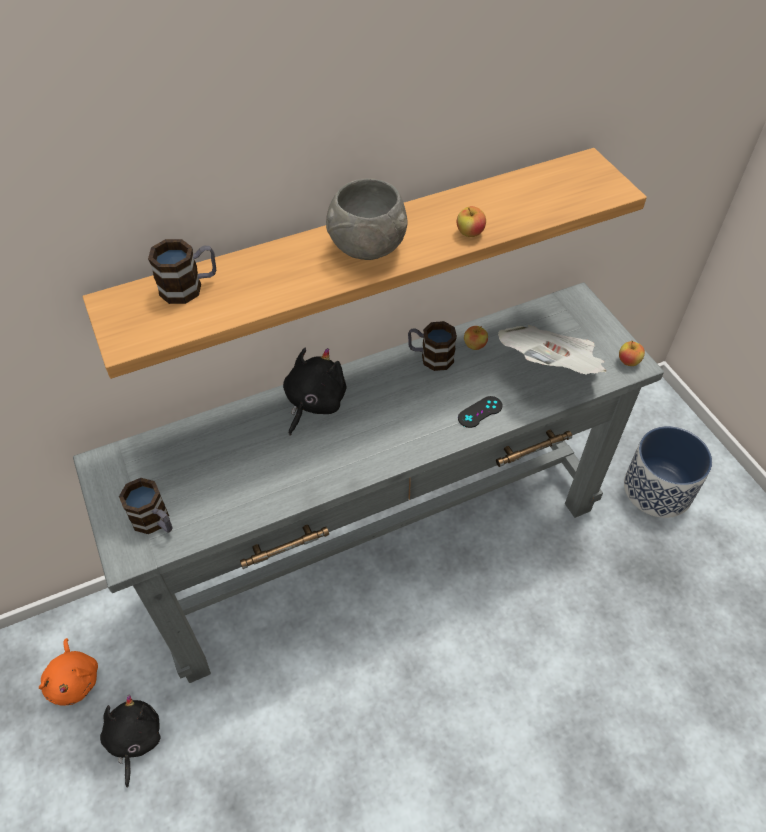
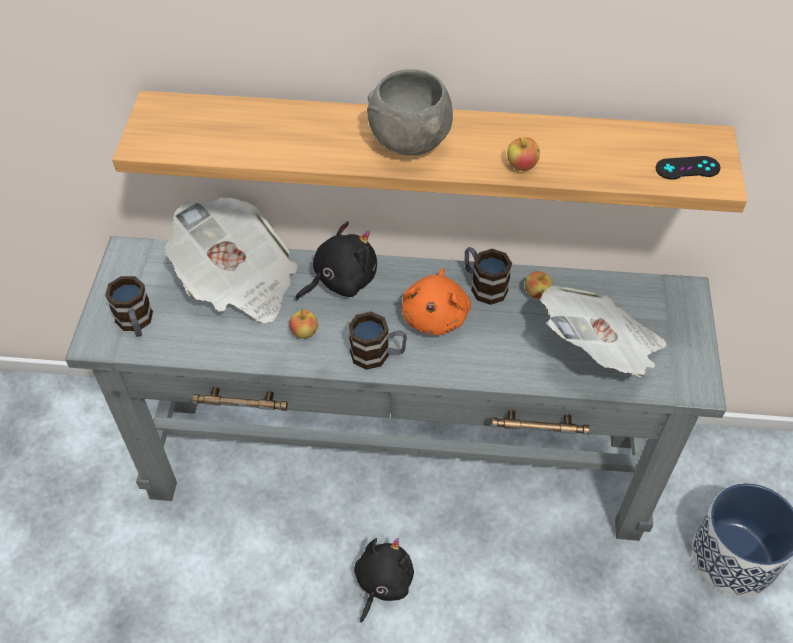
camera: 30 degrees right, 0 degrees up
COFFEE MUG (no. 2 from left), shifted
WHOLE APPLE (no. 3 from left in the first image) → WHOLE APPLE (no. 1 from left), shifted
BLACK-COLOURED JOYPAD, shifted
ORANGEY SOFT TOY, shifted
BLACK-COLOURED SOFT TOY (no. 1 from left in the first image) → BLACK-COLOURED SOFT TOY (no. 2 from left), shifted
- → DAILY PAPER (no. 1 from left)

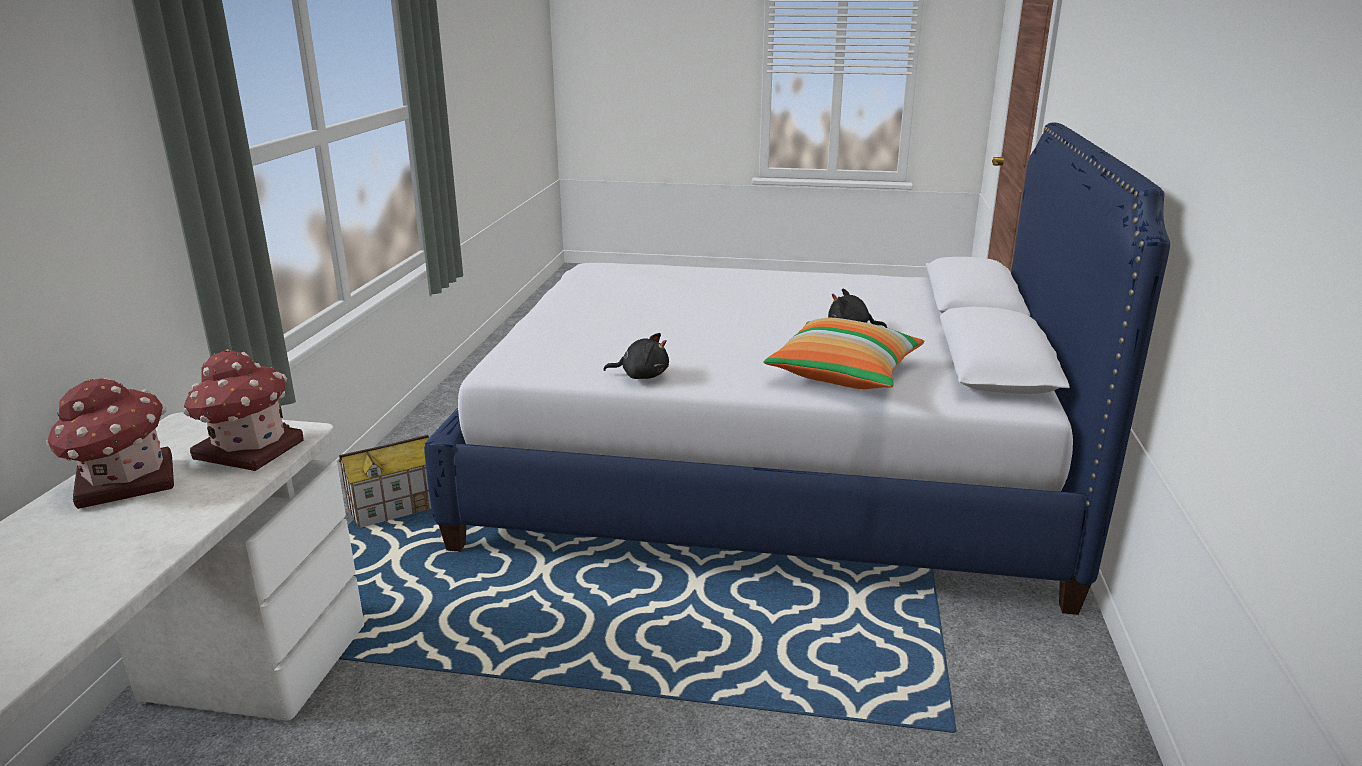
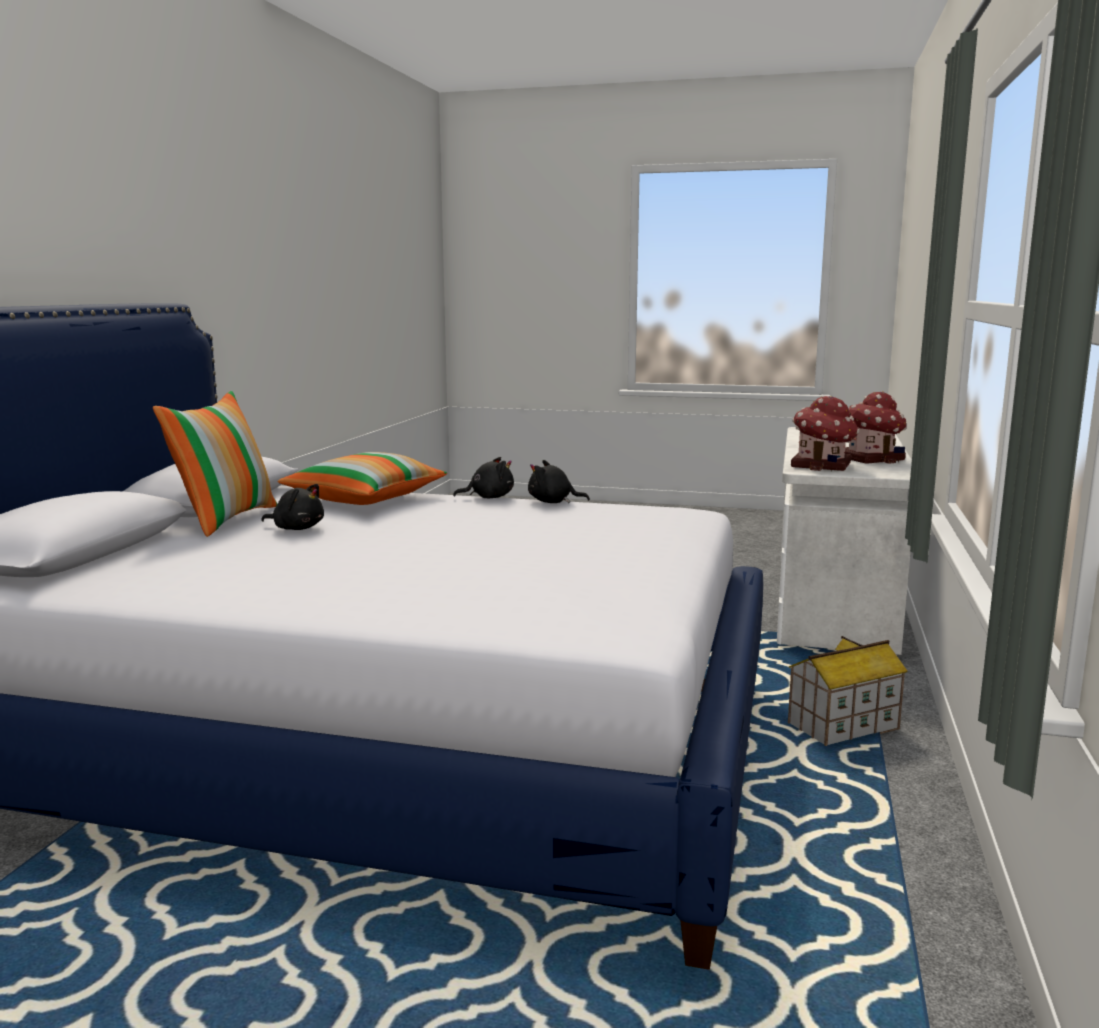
camera: 175 degrees left, 10 degrees down
- → PILLOW (no. 1 from left)
- → BLACK-COLOURED SOFT TOY (no. 2 from left)

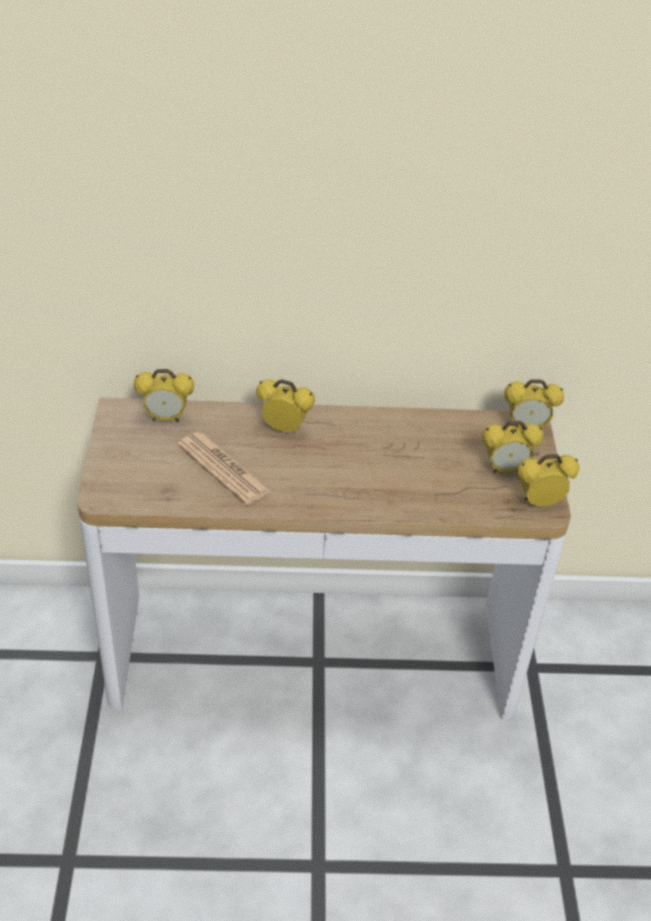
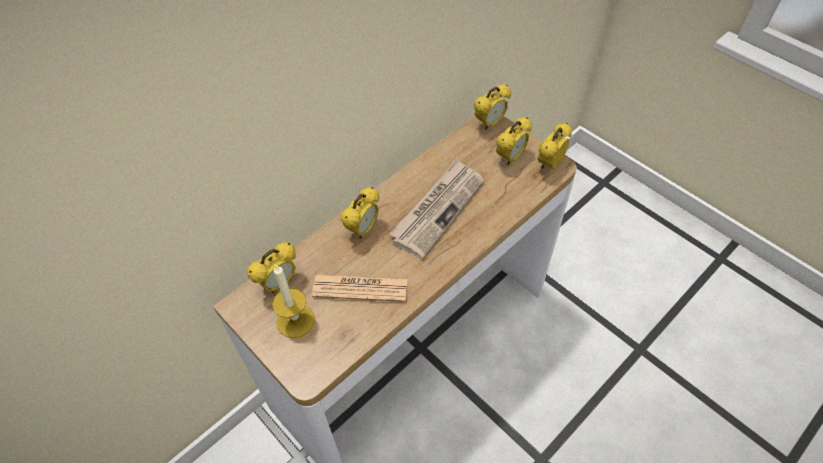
camera: 40 degrees left, 10 degrees up
BEDSIDE CLOCK (no. 2 from left), 150 degrees clockwise
- → DAILY PAPER (no. 2 from left)
- → WAX CANDLE

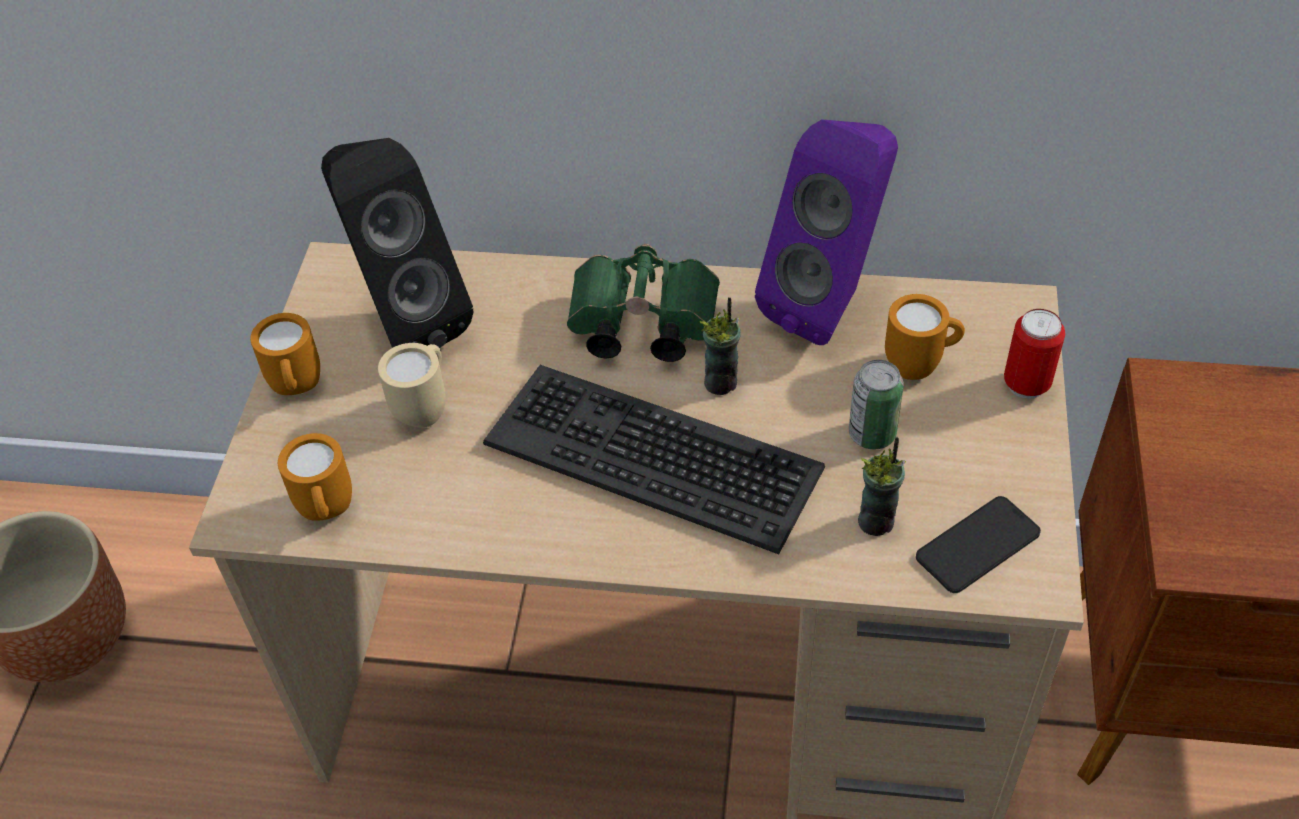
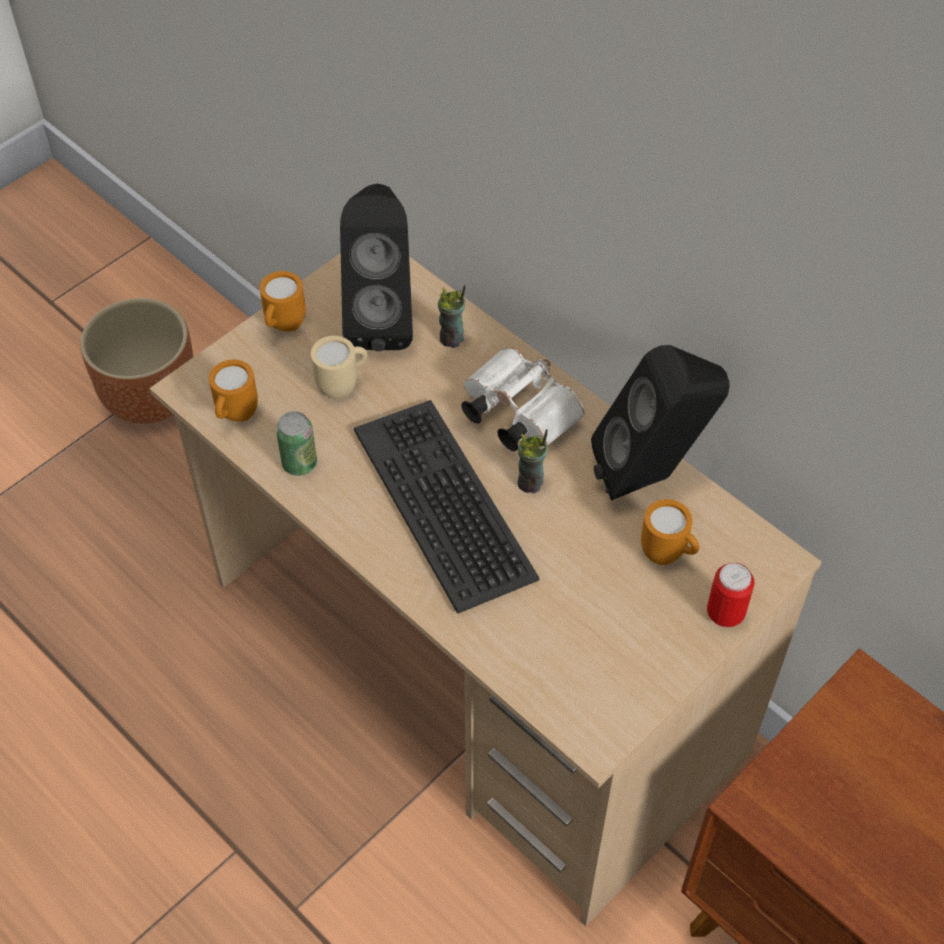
camera: 35 degrees right, 5 degrees up
PURPLISH SPEAKER → BLACK-COLOURED SPEAKER (no. 2 from left)
GREEN BINOCULARS → WHITISH BINOCULARS
CAN (no. 1 from left), shifted
DRINKING CUP (no. 2 from left in the first image) → DRINKING CUP (no. 1 from left), shifted
HANDSET → -

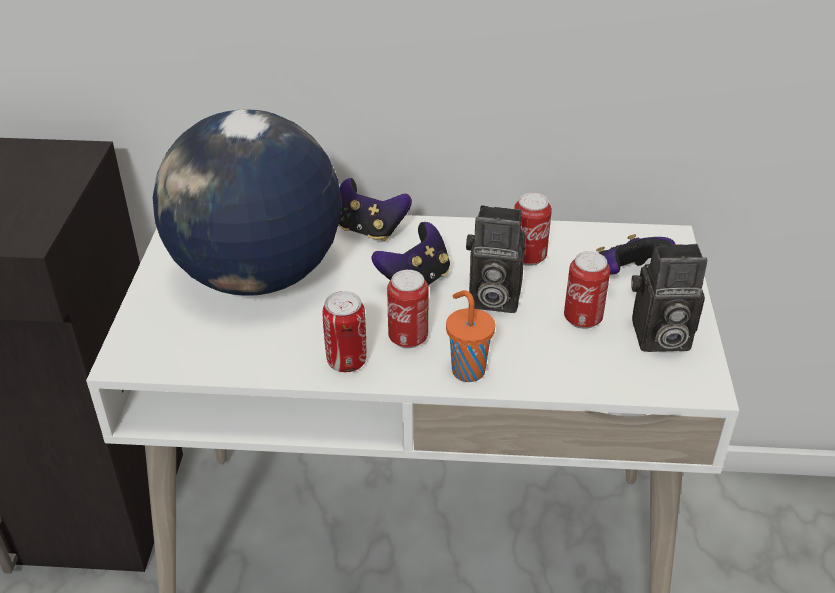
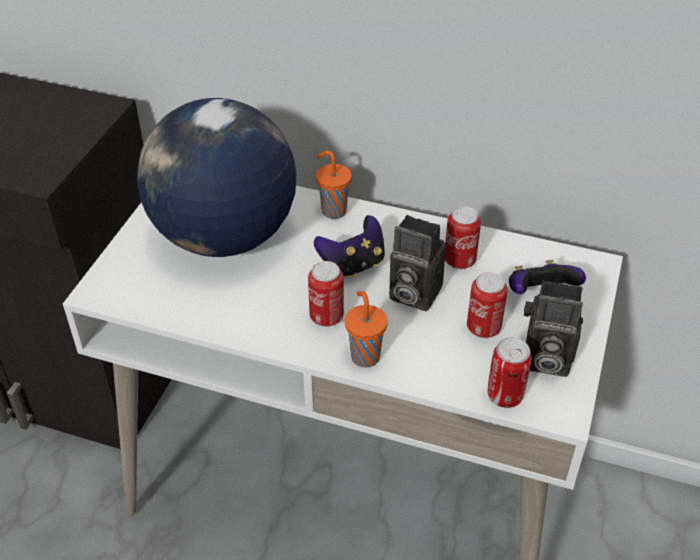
camera: 15 degrees right, 5 degrees up
JOYPAD (no. 1 from left) → ORANGEY DRINKING CUP (no. 1 from left)
CAN (no. 1 from left in the first image) → CAN (no. 4 from left), shifted

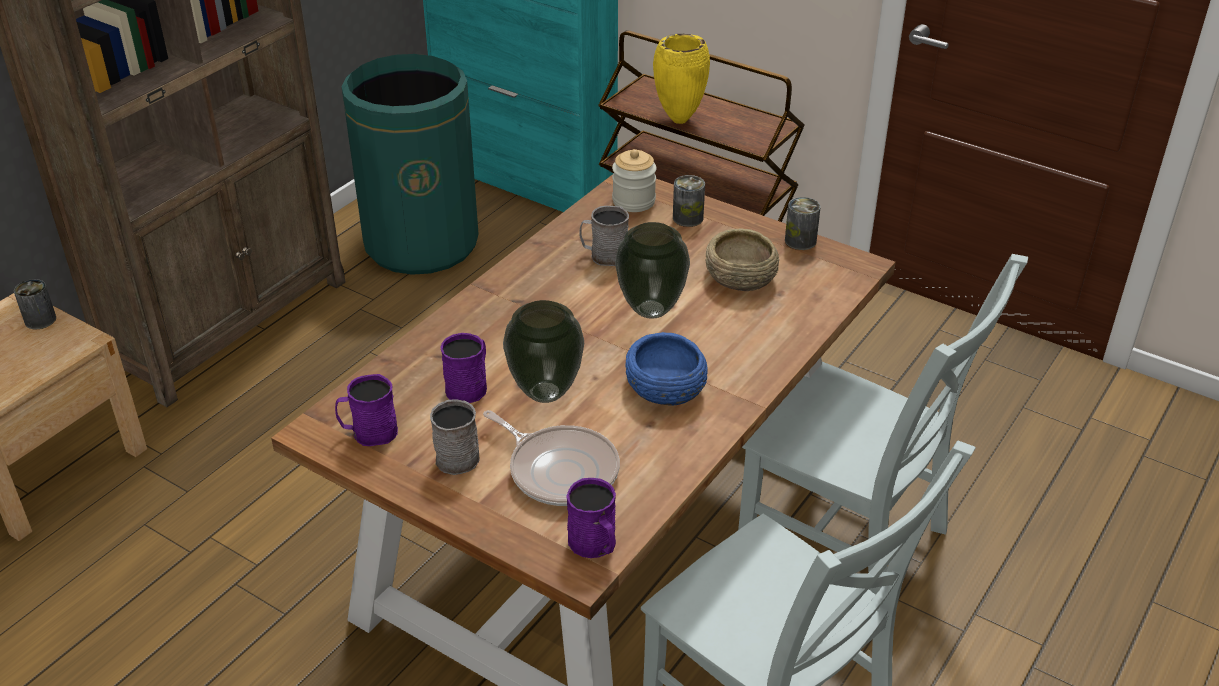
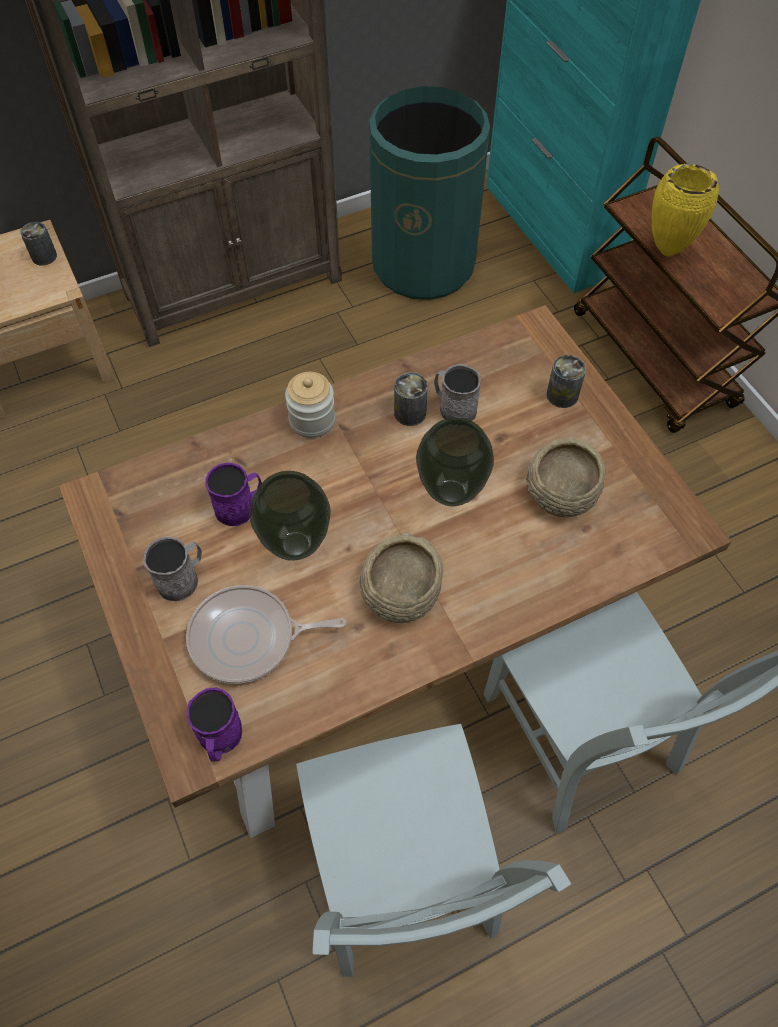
camera: 30 degrees right, 20 degrees up
PRESERVE JAR, shifted
CAN (no. 3 from left in the first image) → CAN (no. 2 from left), shifted
BLUISH DEEP DISH → BEIGE-COLOURED DEEP DISH (no. 1 from left)
PURPLISH COFFEE MUG (no. 1 from left) → -
FRYING PAN, 105 degrees clockwise

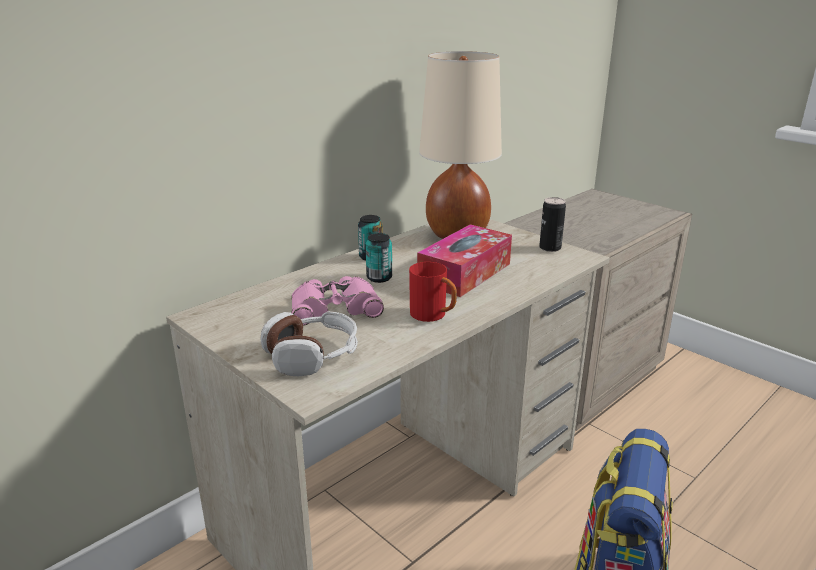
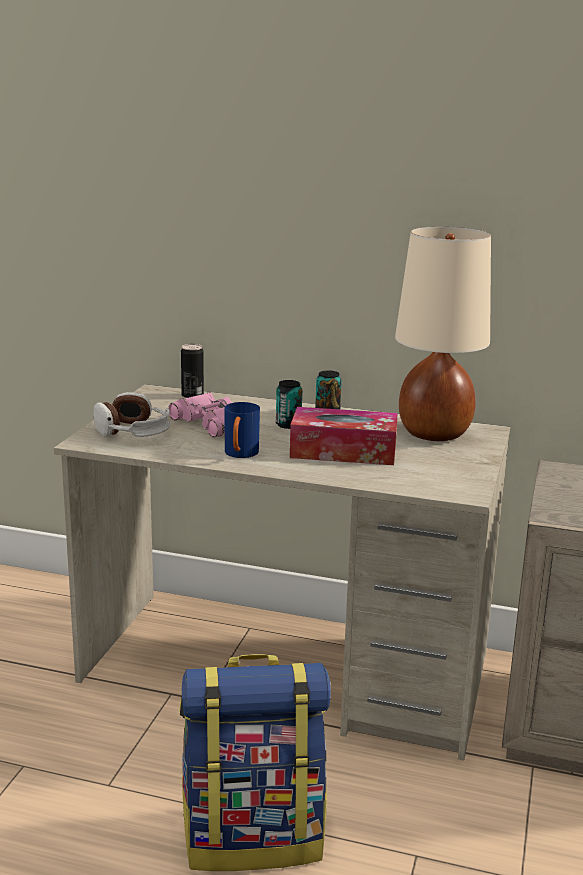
camera: 60 degrees right, 5 degrees down
CAN (no. 3 from left in the first image) → CAN (no. 1 from left), shifted
REDDISH COFFEE MUG → BLUISH COFFEE MUG

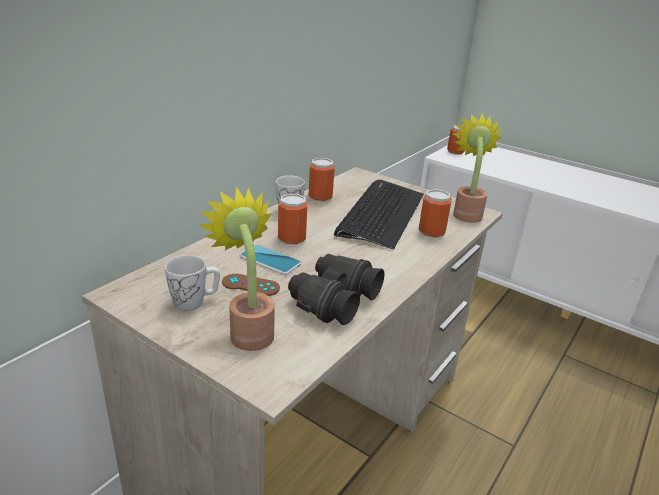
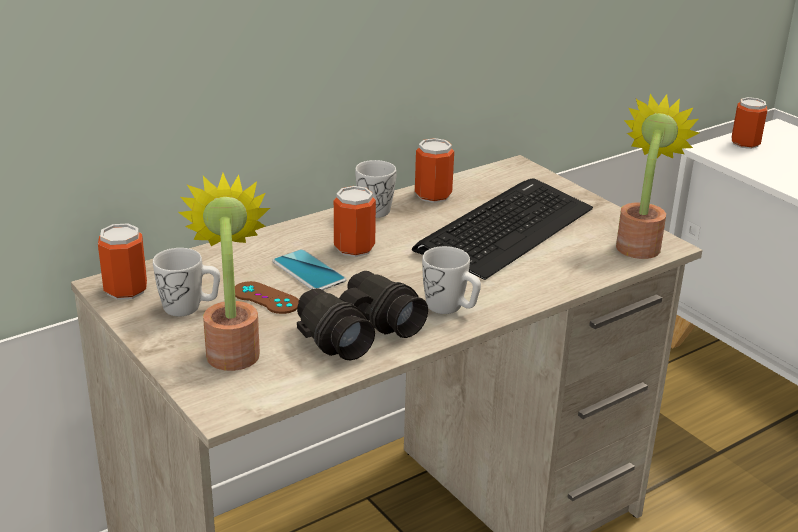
camera: 20 degrees right, 0 degrees up
CAN (no. 3 from left in the first image) → CAN (no. 1 from left), shifted
- → WHITISH COFFEE MUG (no. 3 from left)

